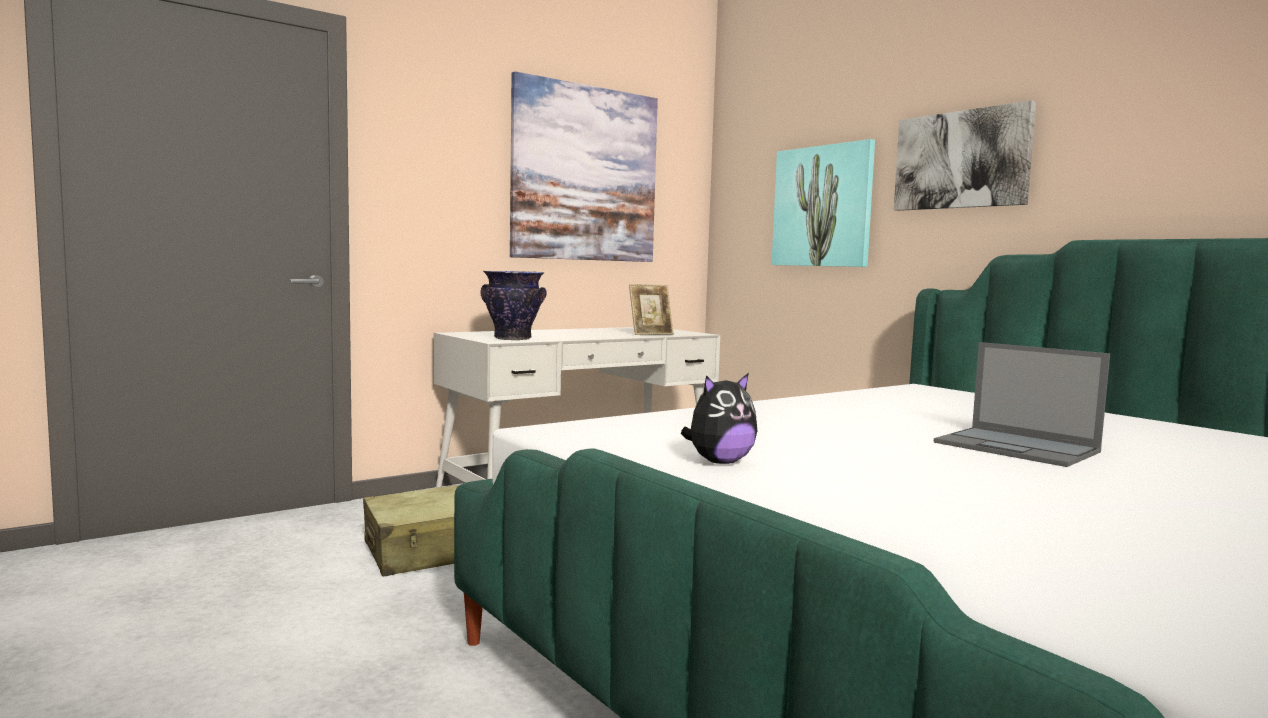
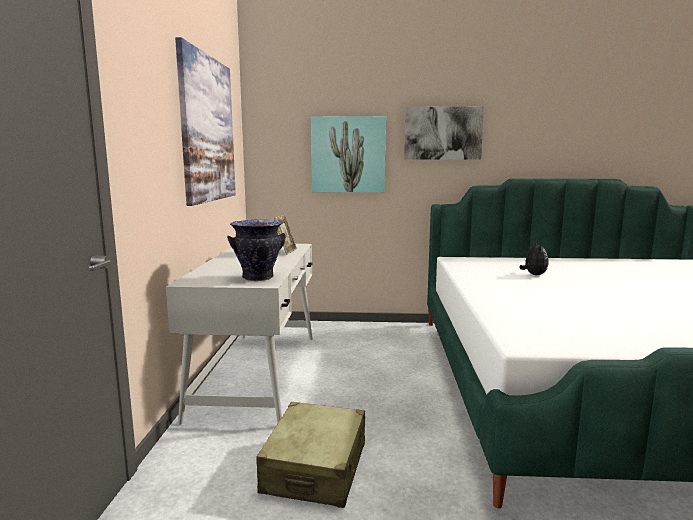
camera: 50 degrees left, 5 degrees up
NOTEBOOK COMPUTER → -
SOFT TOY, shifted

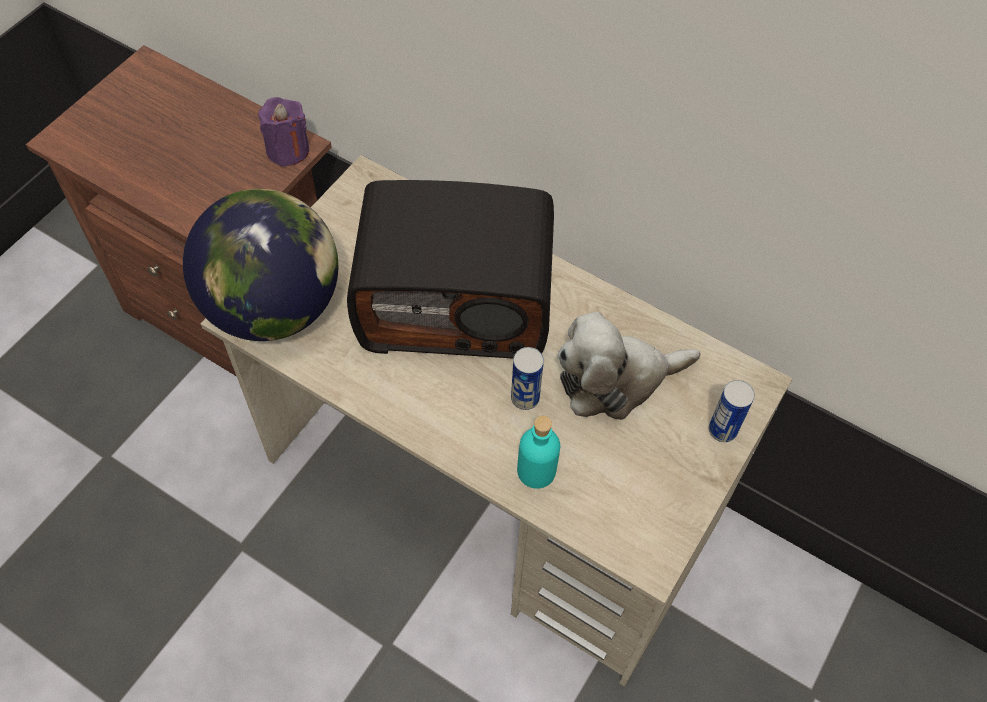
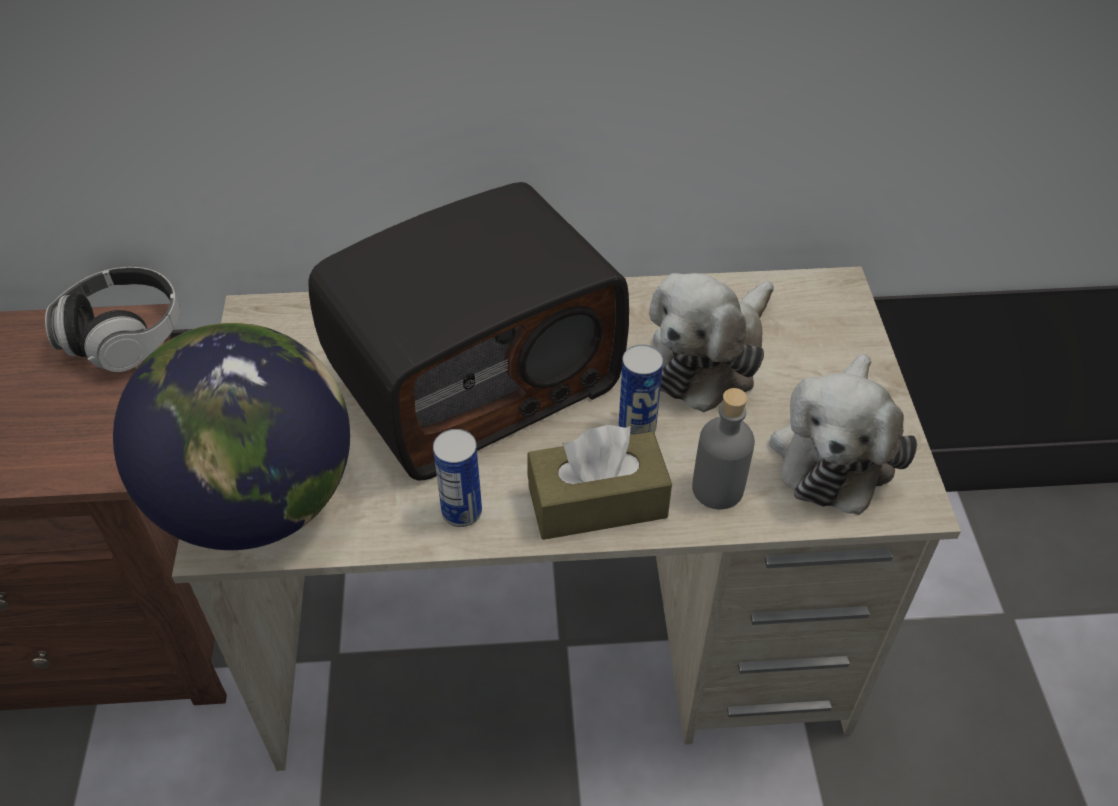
camera: 35 degrees left, 10 degrees down
PURPLISH WAX CANDLE → PAIR OF HEADPHONES
CAN (no. 2 from left in the first image) → CAN (no. 1 from left), shifted
TURQUOISE-COLOURED BOTTLE → GREYISH BOTTLE
- → SOFT TOY (no. 2 from left)
- → BROWNISH BOX OF TISSUES

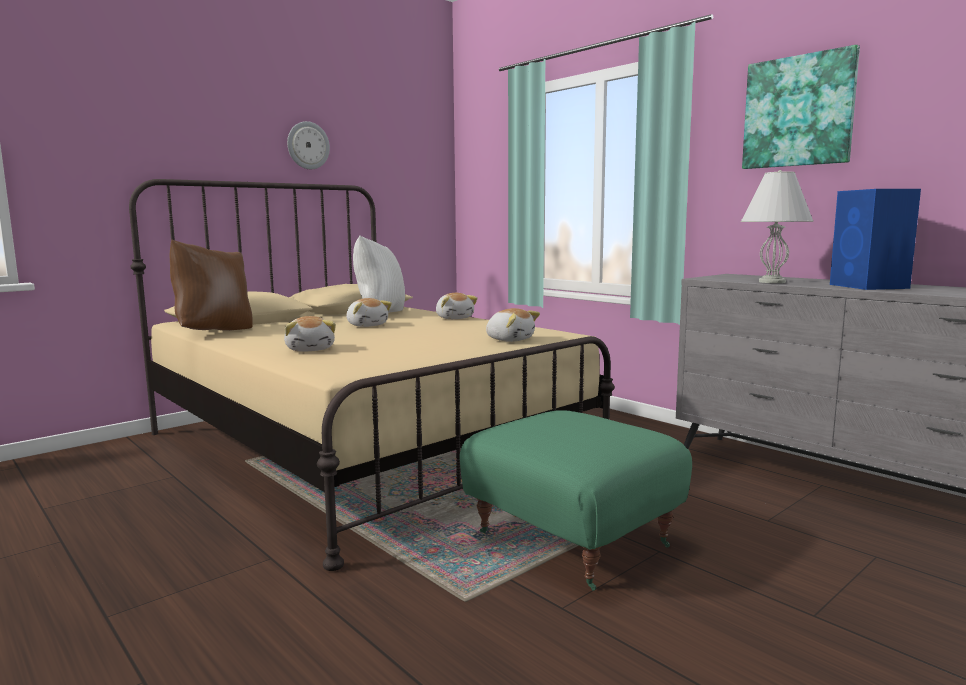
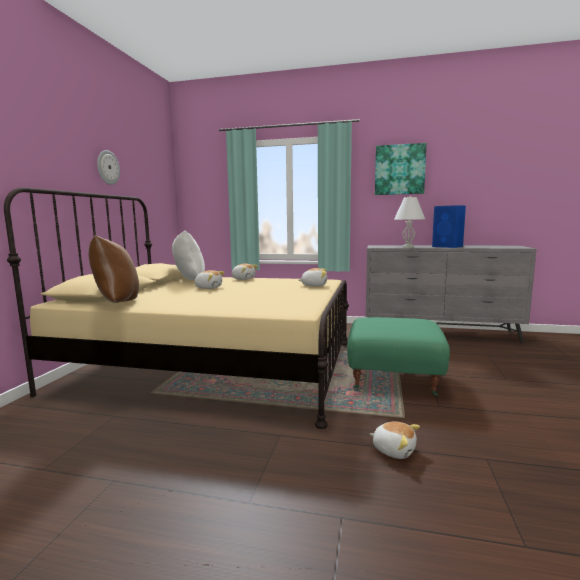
camera: 35 degrees left, 0 degrees up
SOFT TOY (no. 1 from left in the first image) → SOFT TOY (no. 4 from left), shifted

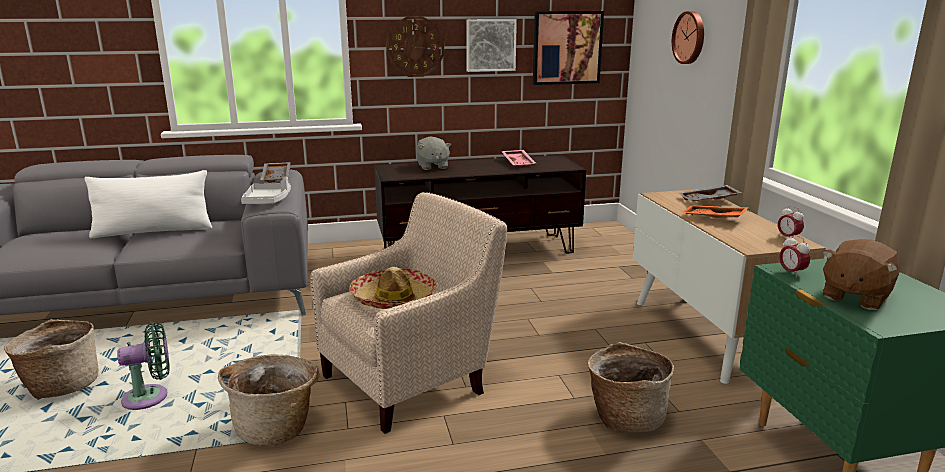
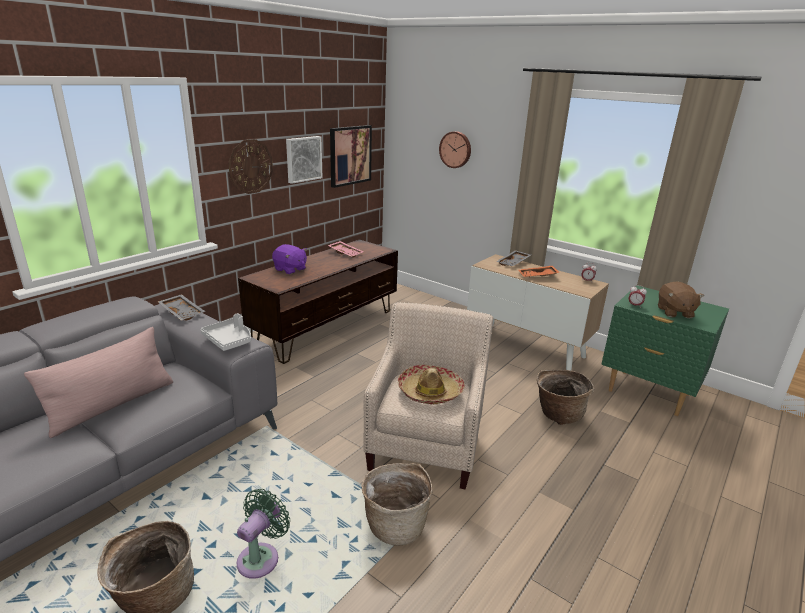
camera: 40 degrees left, 5 degrees up
GREYISH SOFT TOY → PURPLISH SOFT TOY
WHITISH PILLOW → PINK PILLOW

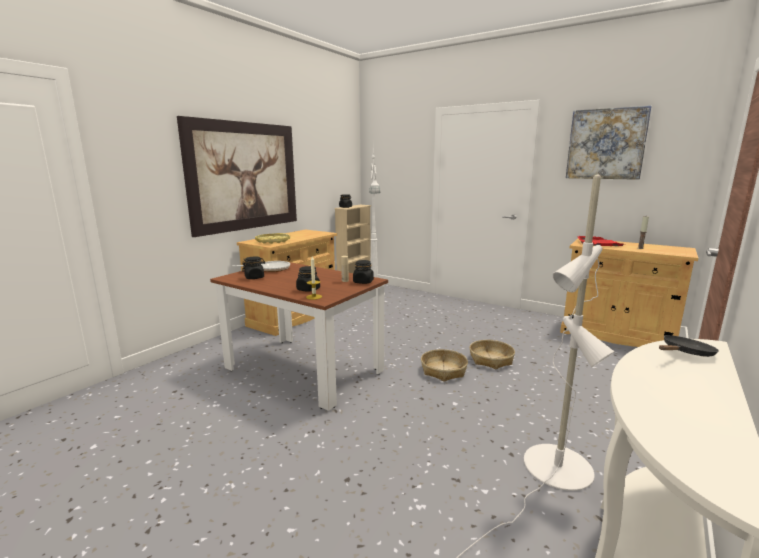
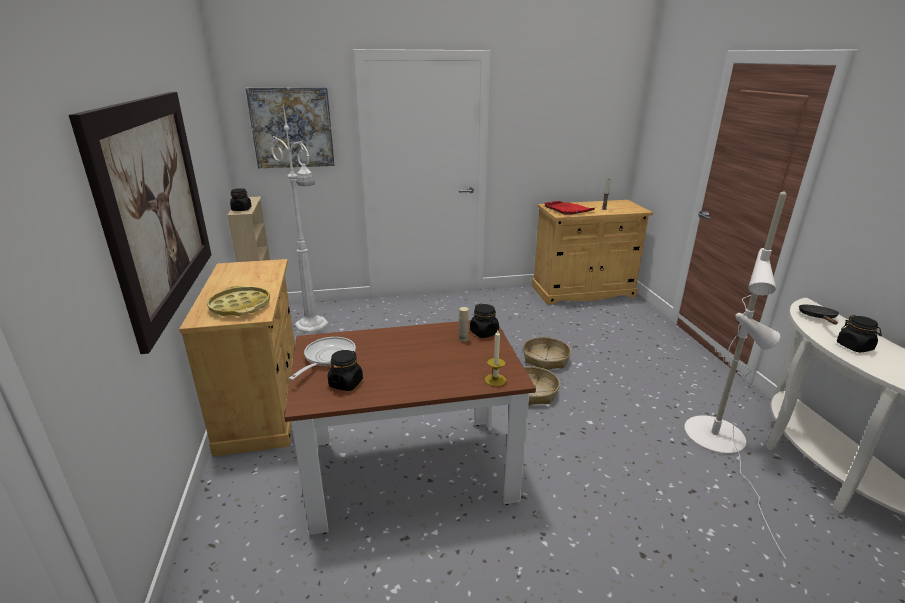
camera: 45 degrees left, 10 degrees up
WALL ART (no. 2 from left), shifted
BLACK-COLOURED PRESERVE JAR (no. 2 from left in the first image) → BLACK-COLOURED PRESERVE JAR (no. 4 from left), shifted

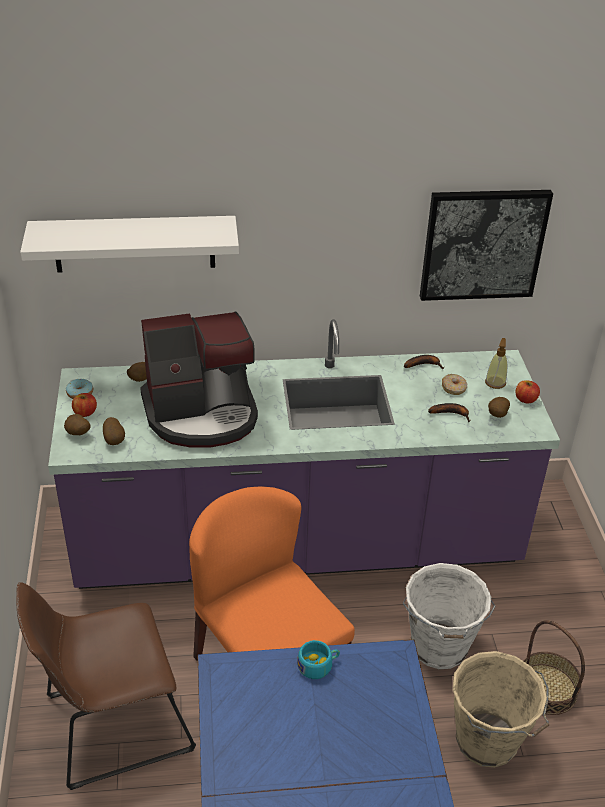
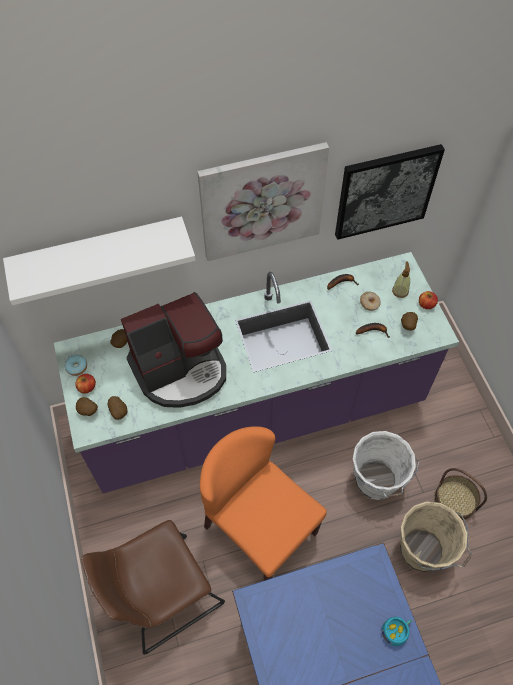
camera: 10 degrees left, 20 degrees up
TURQUOISE-COLOURED DRINKING CUP, shifted
- → WALL ART (no. 1 from left)

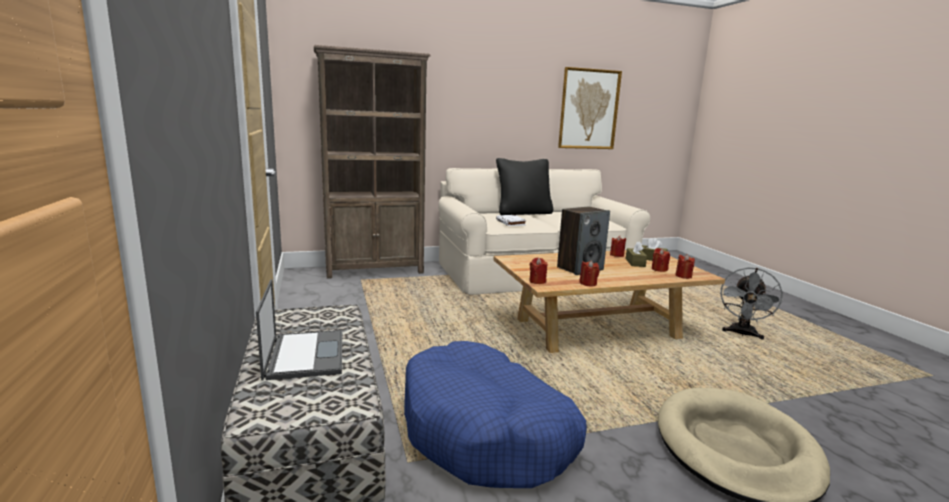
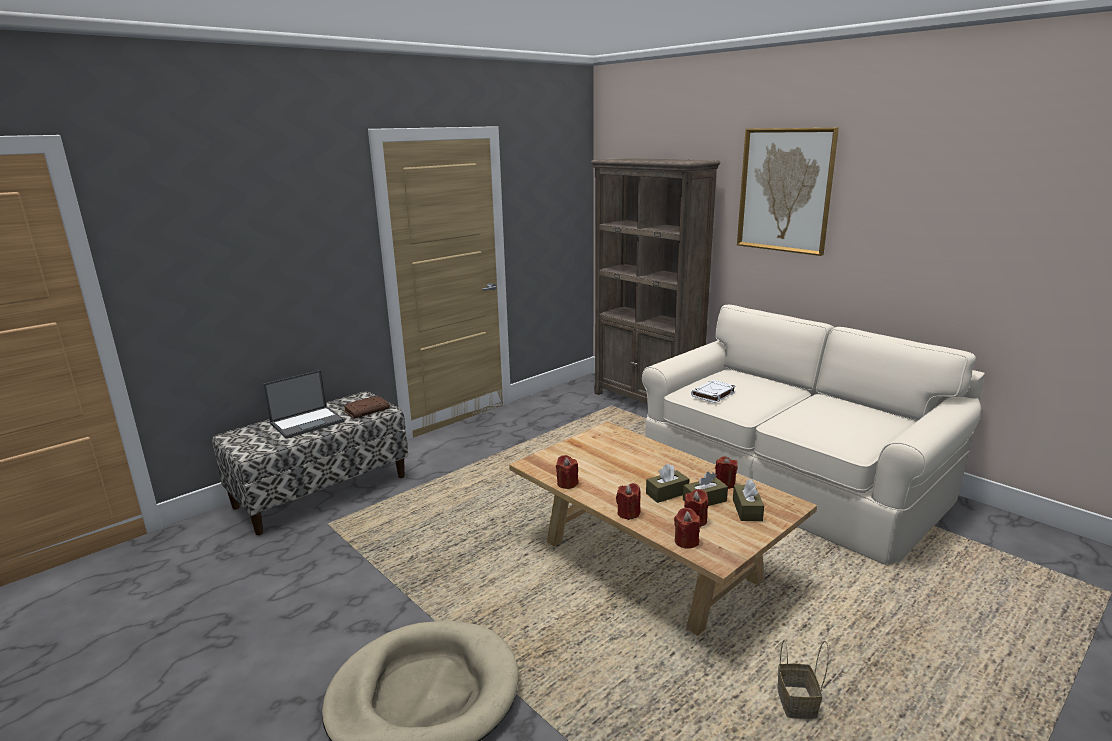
camera: 65 degrees right, 5 degrees up
WALL ART, shifted
BLACK-COLOURED PILLOW → -
SPEAKER → -
REDDISH WAX CANDLE (no. 1 from left in the first image) → REDDISH WAX CANDLE (no. 2 from left), shifted
GREYISH FAN → BASKET
BLUISH DOG CUSHION → -
- → BROWNISH BOUND BOOK
- → BROWNISH BOX OF TISSUES (no. 1 from left)

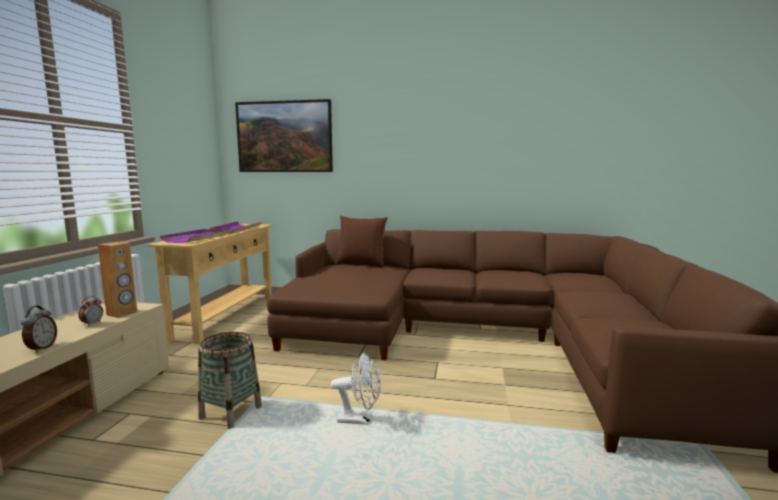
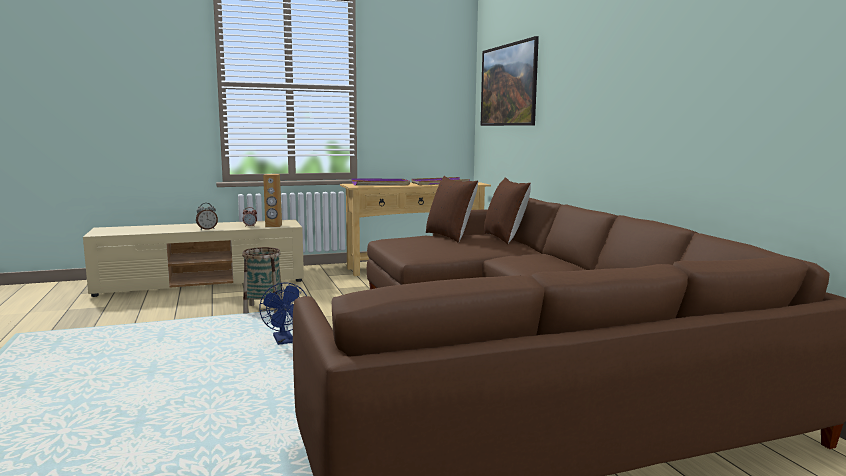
camera: 60 degrees right, 0 degrees up
WHITISH FAN → BLUISH FAN
- → BROWNISH PILLOW (no. 1 from left)

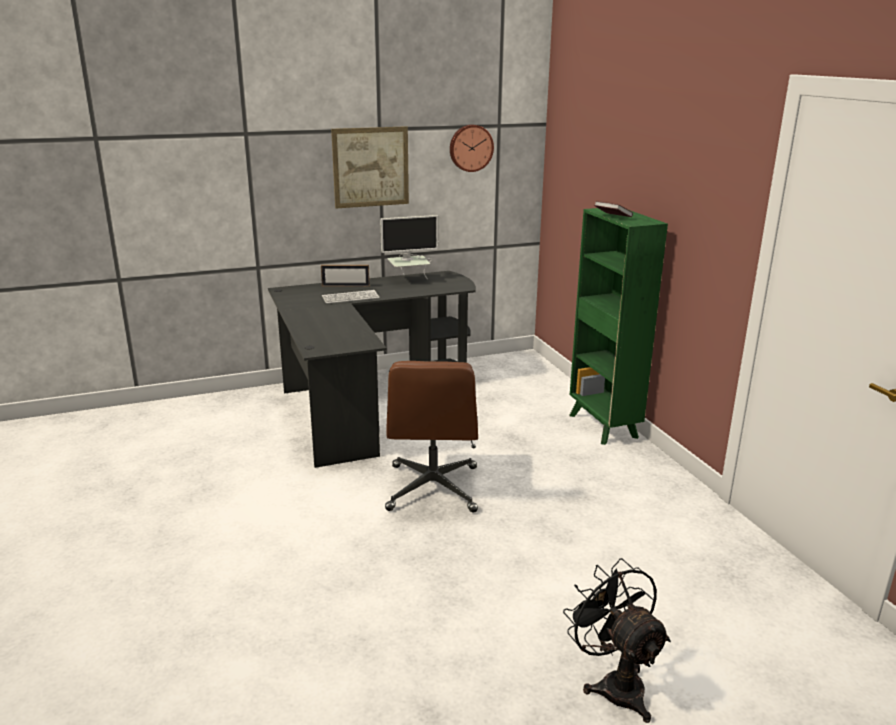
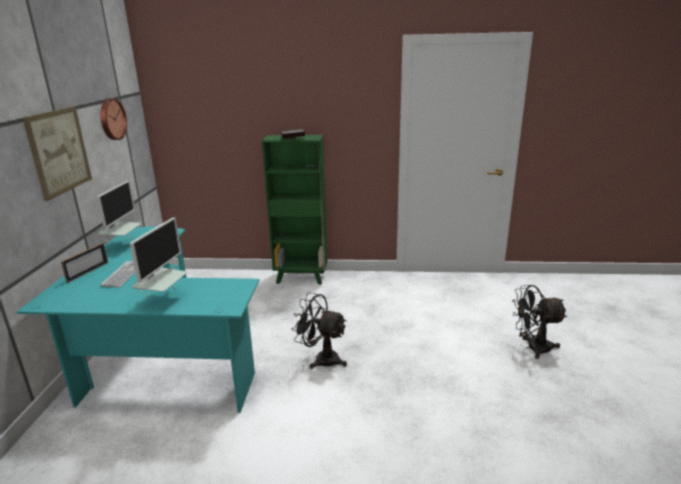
camera: 65 degrees left, 0 degrees up
BLACK-COLOURED DESK TABLE → TURQUOISE-COLOURED DESK TABLE
BROWNISH OFFICE CHAIR → BLACK-COLOURED FAN (no. 1 from left)
- → COMPUTER SCREEN (no. 2 from left)

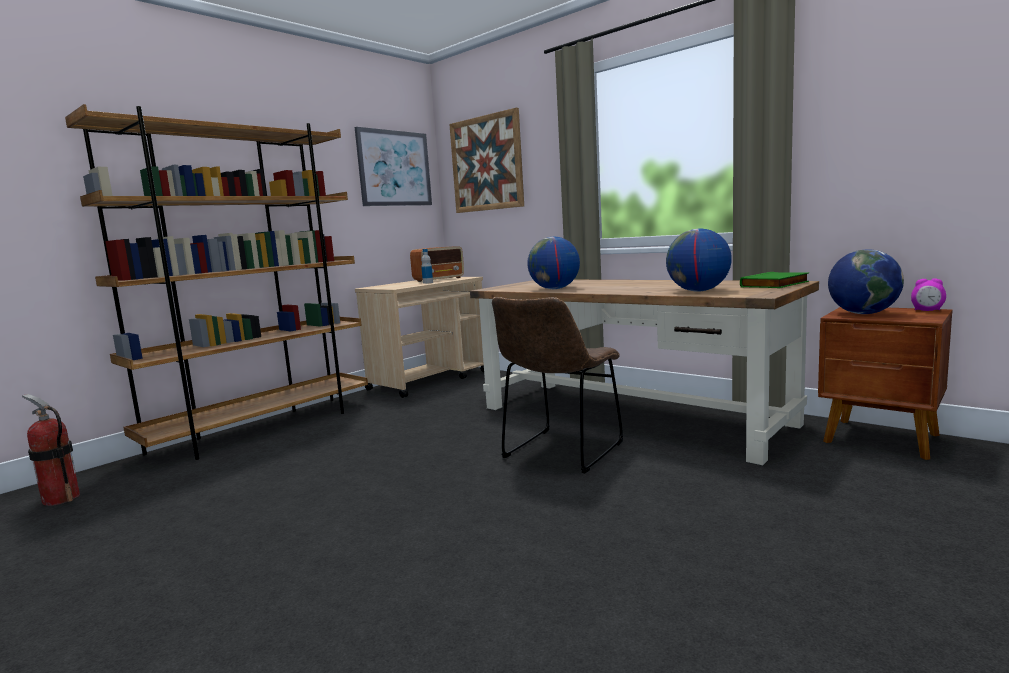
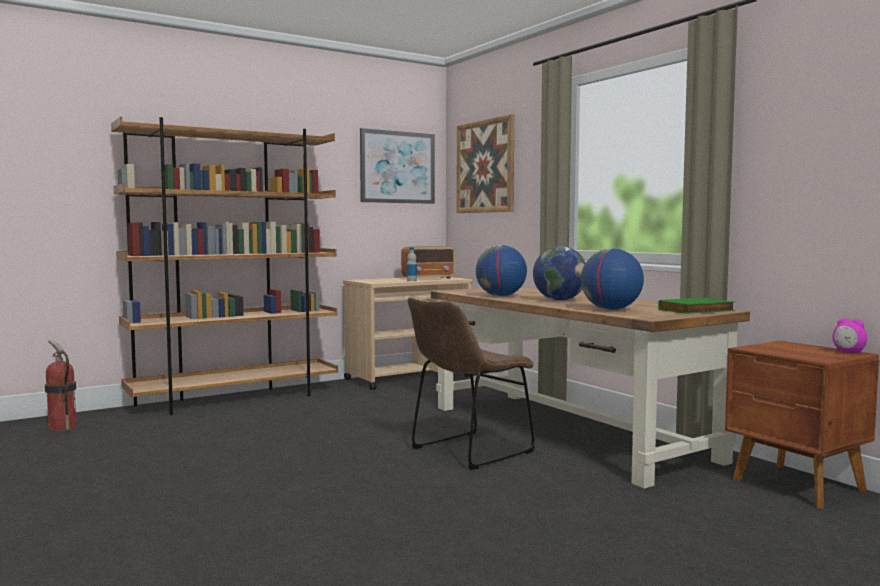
camera: 15 degrees right, 5 degrees down
GLOBE (no. 3 from left in the first image) → GLOBE (no. 2 from left), shifted

